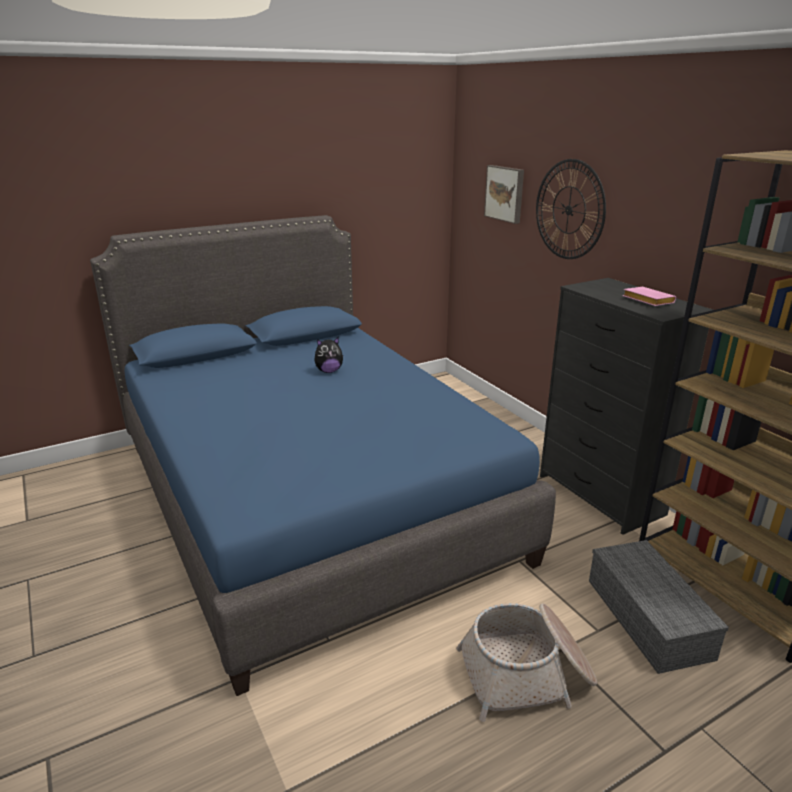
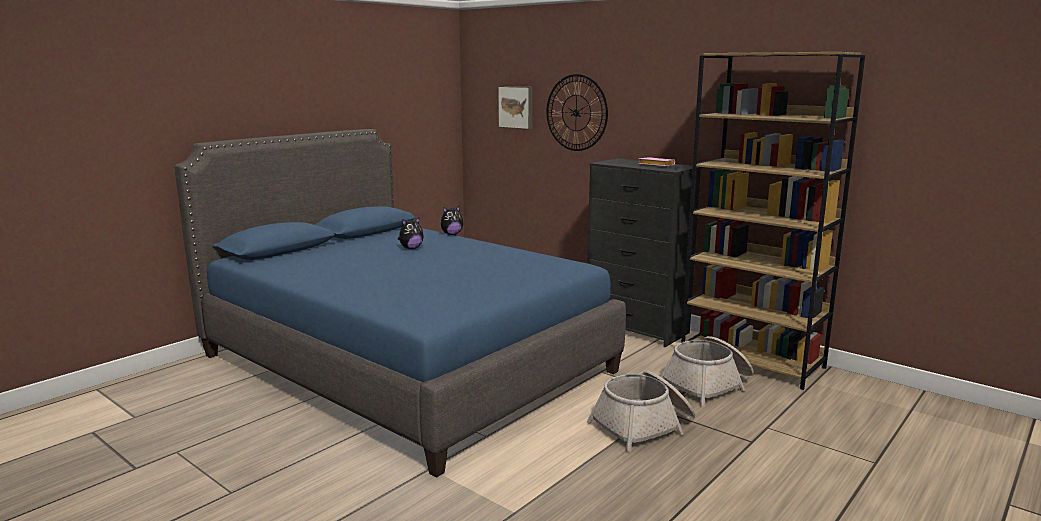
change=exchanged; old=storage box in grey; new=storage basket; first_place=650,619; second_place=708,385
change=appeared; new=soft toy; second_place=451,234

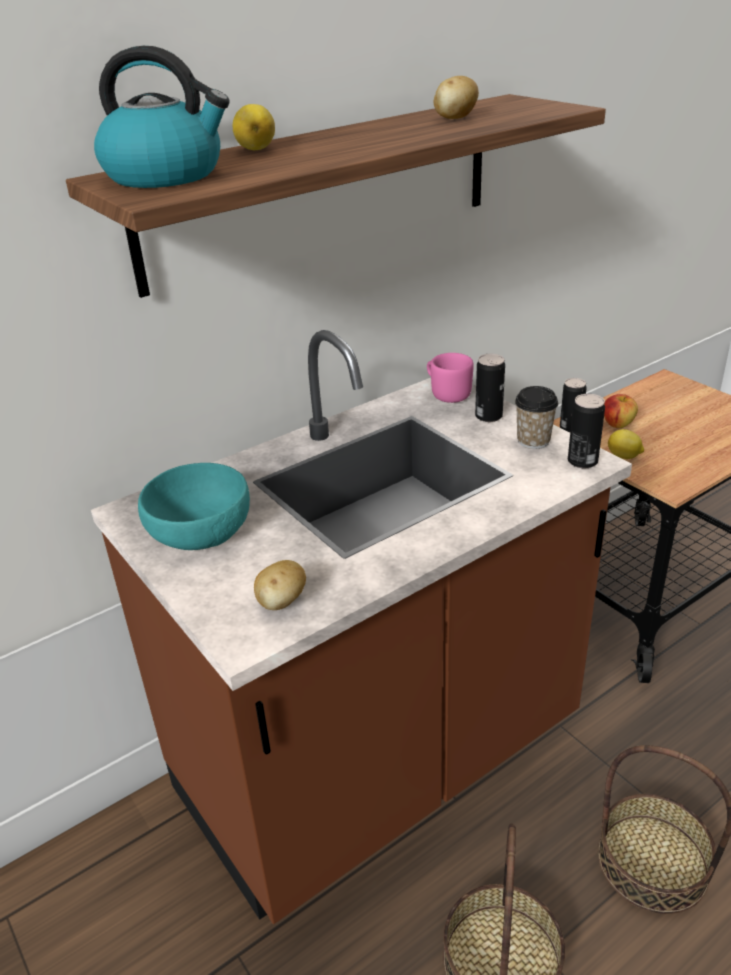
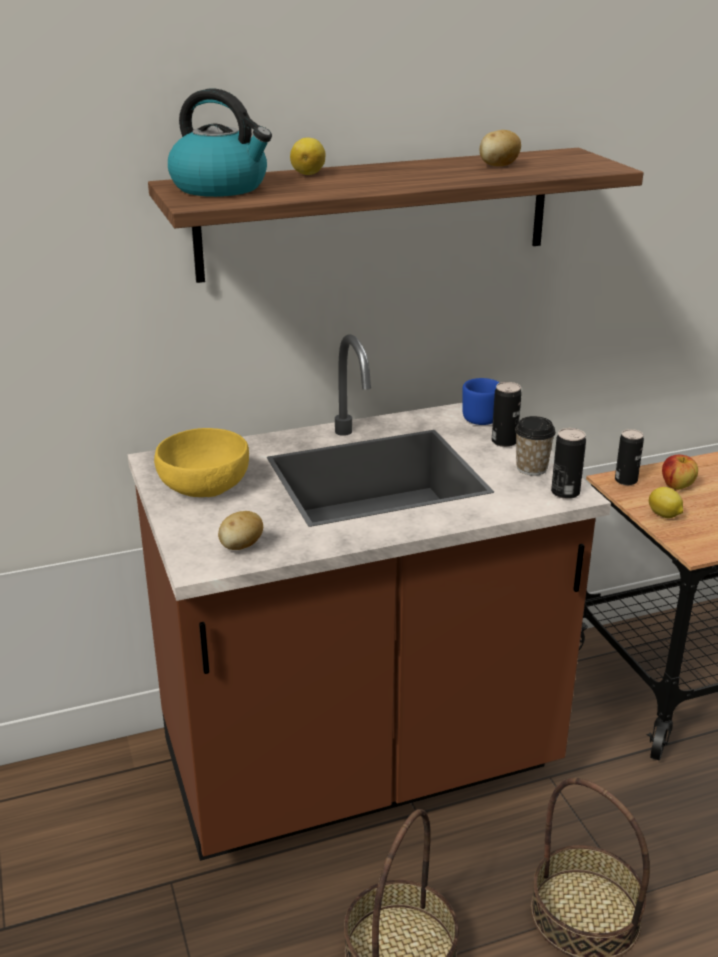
change=colour; old=deep dish in blue-green; new=deep dish in yellow; first_place=200,531; second_place=205,485
change=colour; old=mug in pink; new=mug in blue-coloured; first_place=447,394; second_place=478,417

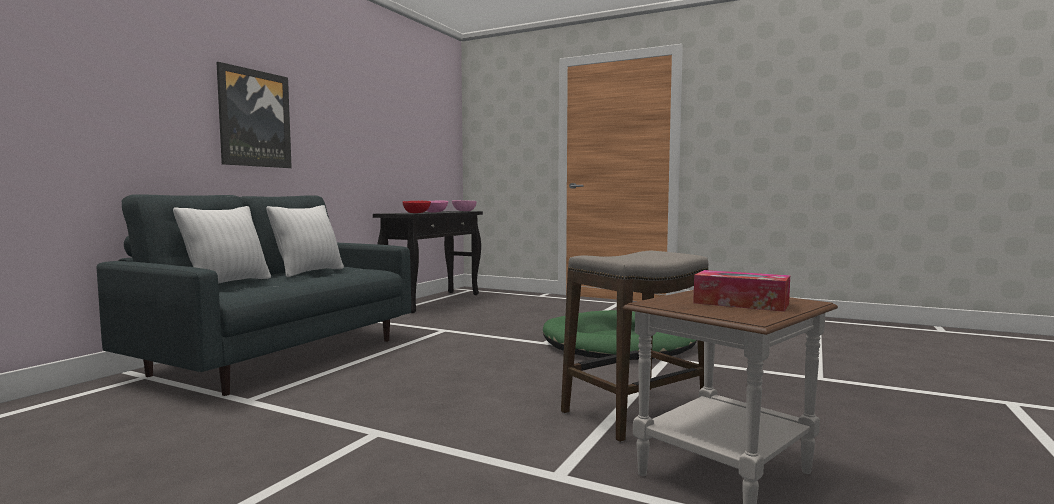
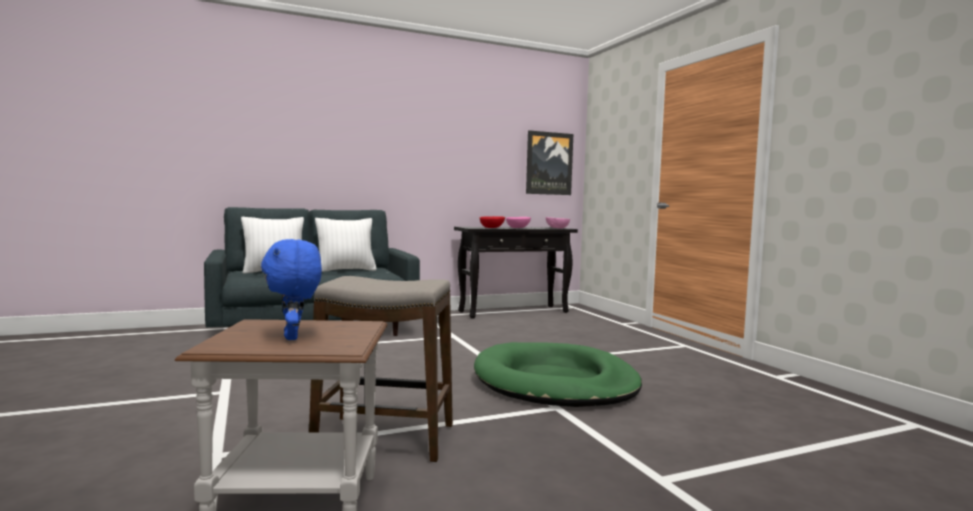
change=relocated; old=wall art; first_place=254,118; second_place=549,163
change=exchanged; old=box of tissues; new=soft toy in blue-coloured; first_place=741,303; second_place=293,337

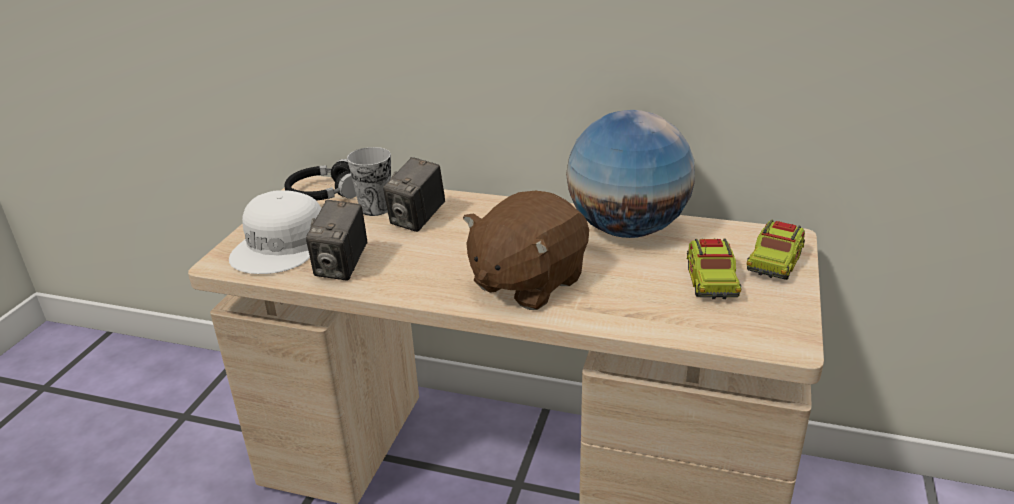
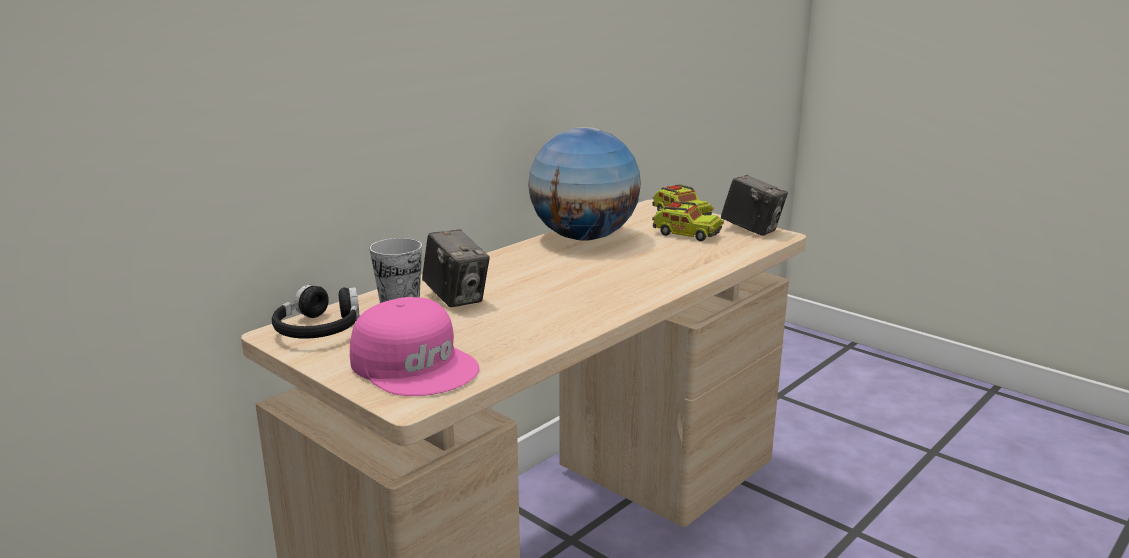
change=colour; old=cap in whitish; new=cap in pink; first_place=282,245; second_place=415,364
change=relocated; old=still camera; first_place=342,267; second_place=751,230
change=missing; old=soft toy in brown; first_place=527,282

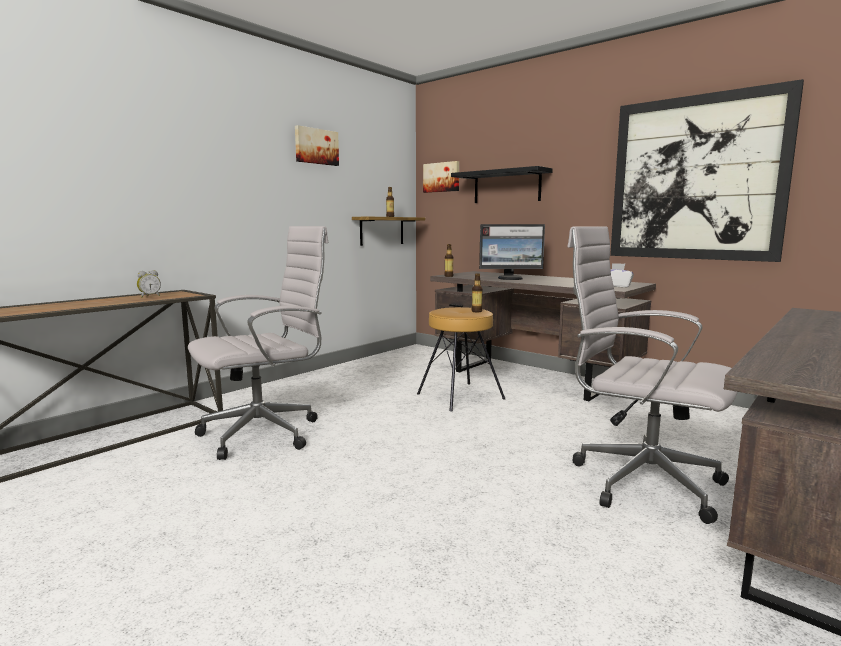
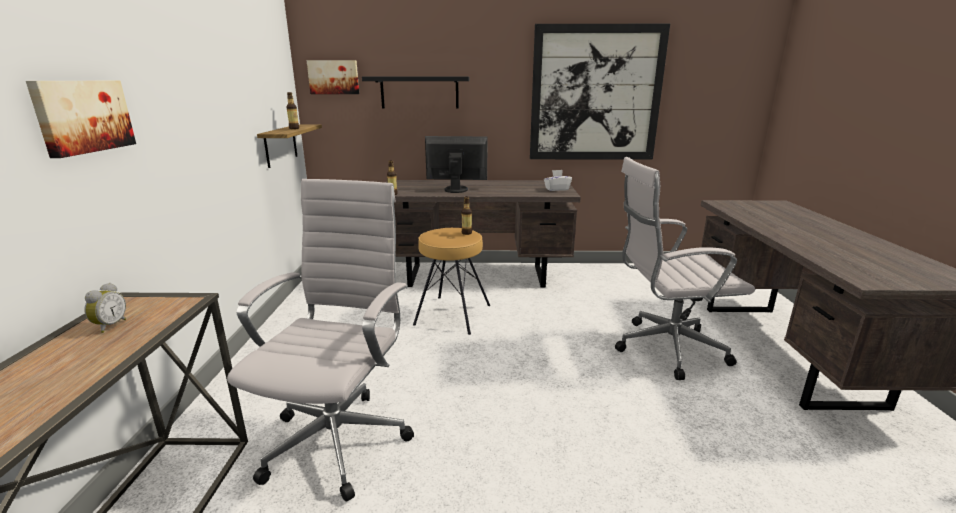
change=relocated; old=wall art; first_place=316,146; second_place=83,116
change=spun; old=computer screen; first_place=510,278; second_place=455,189; degrees=-135

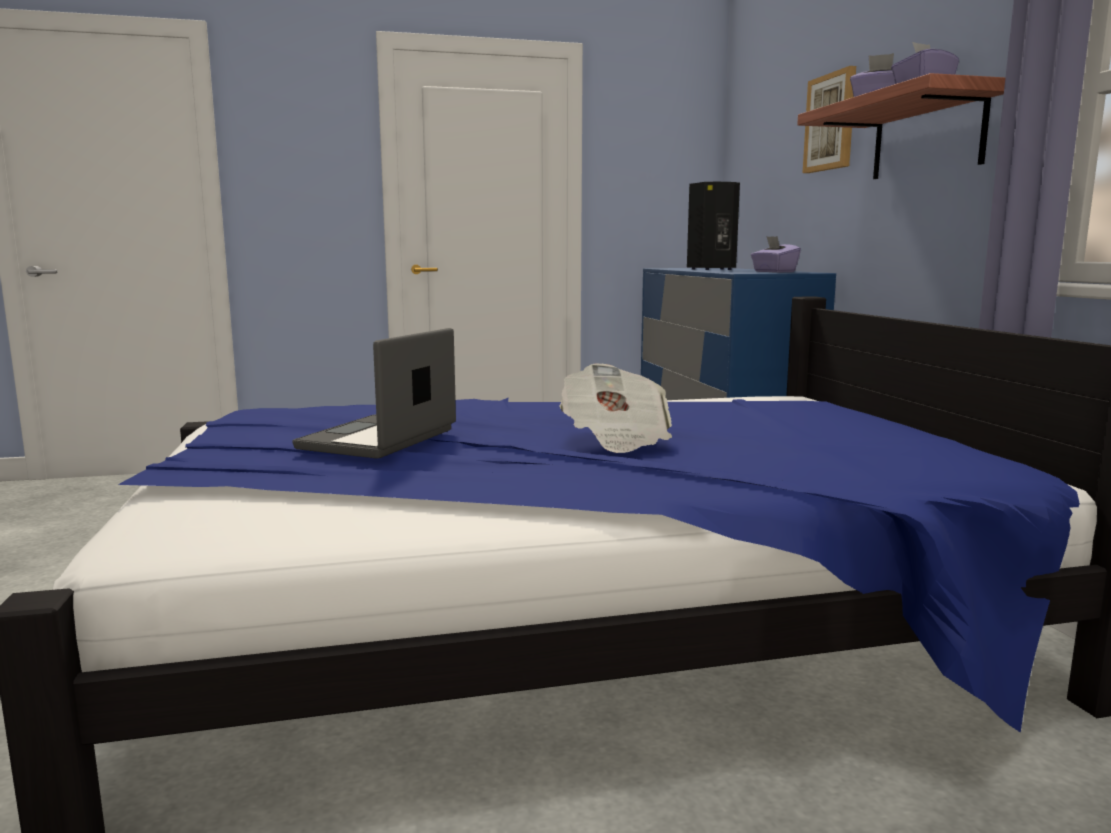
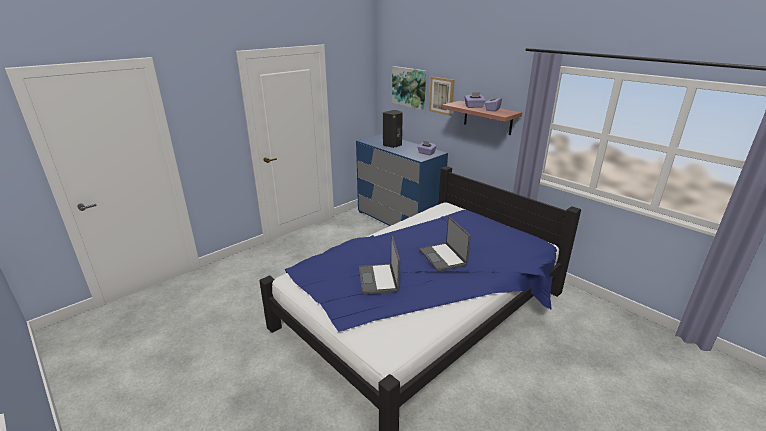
change=exchanged; old=daily paper; new=laptop; first_place=616,438; second_place=443,257
change=appeared; new=wall art; second_place=409,87

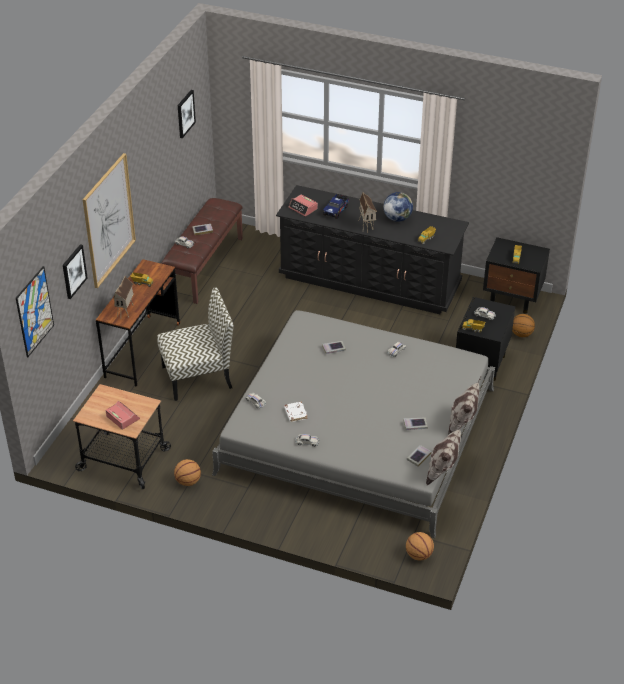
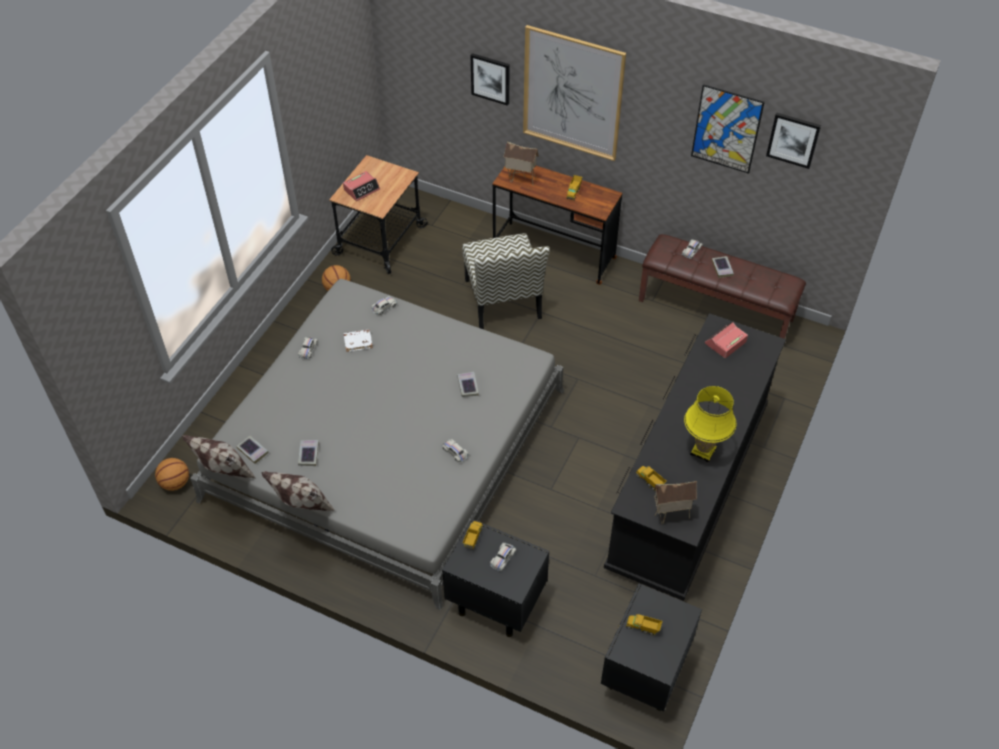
change=relocated; old=wall art; first_place=34,311; second_place=726,129
change=missing; old=toy lorry; first_place=336,210
change=relocated; old=miniature house; first_place=367,226; second_place=671,516
change=exchanged; old=world globe; new=lamp for a table in yellow; first_place=397,218; second_place=703,451
change=missing; old=basketball; first_place=521,334

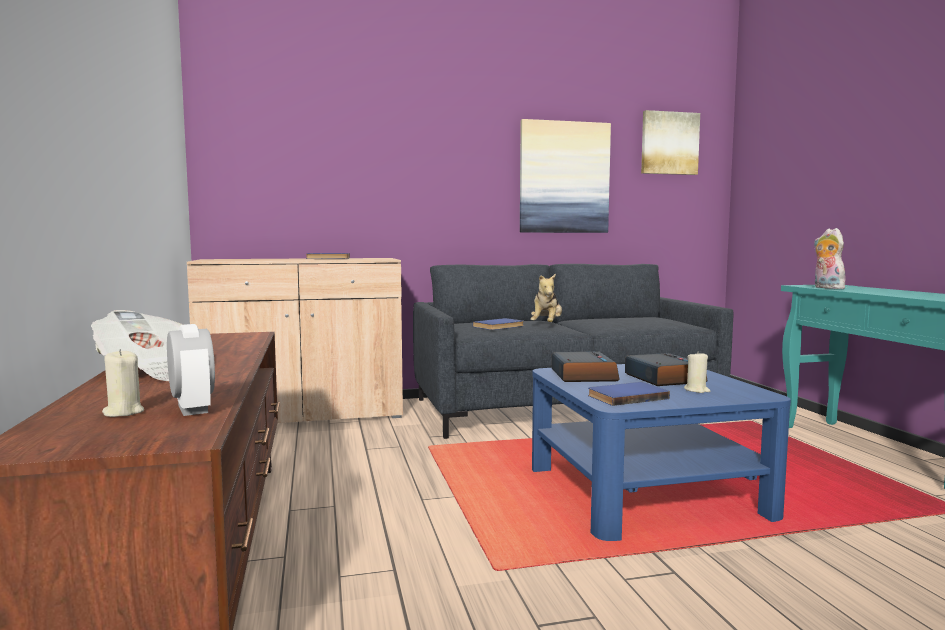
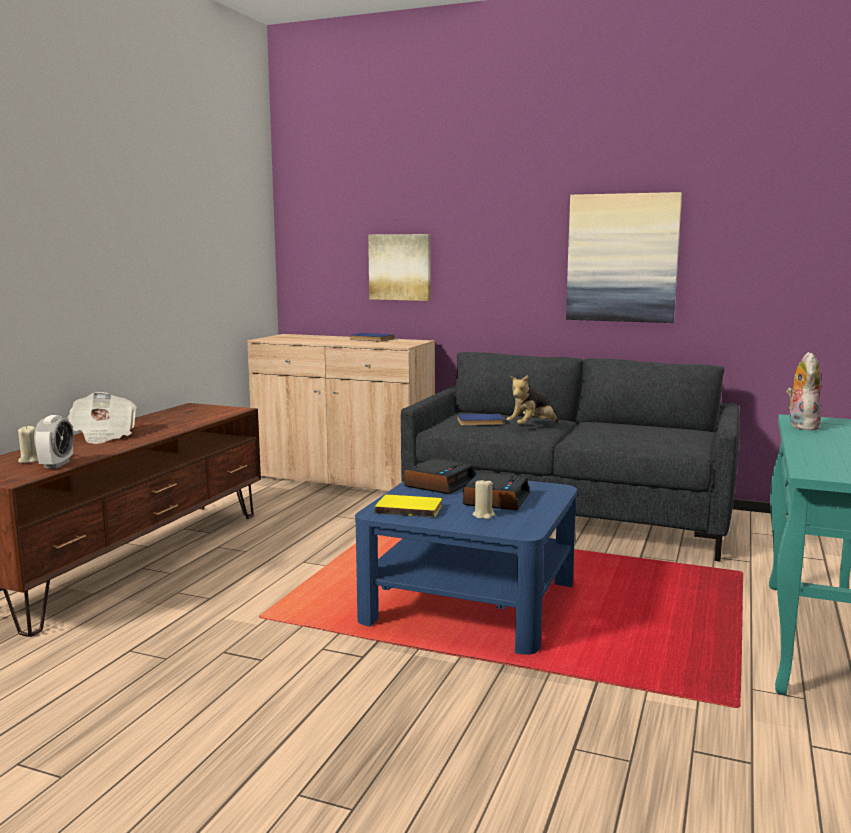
change=colour; old=book in blue-coloured; new=book in yellow; first_place=626,396; second_place=409,508
change=relocated; old=wall art; first_place=669,143; second_place=400,267

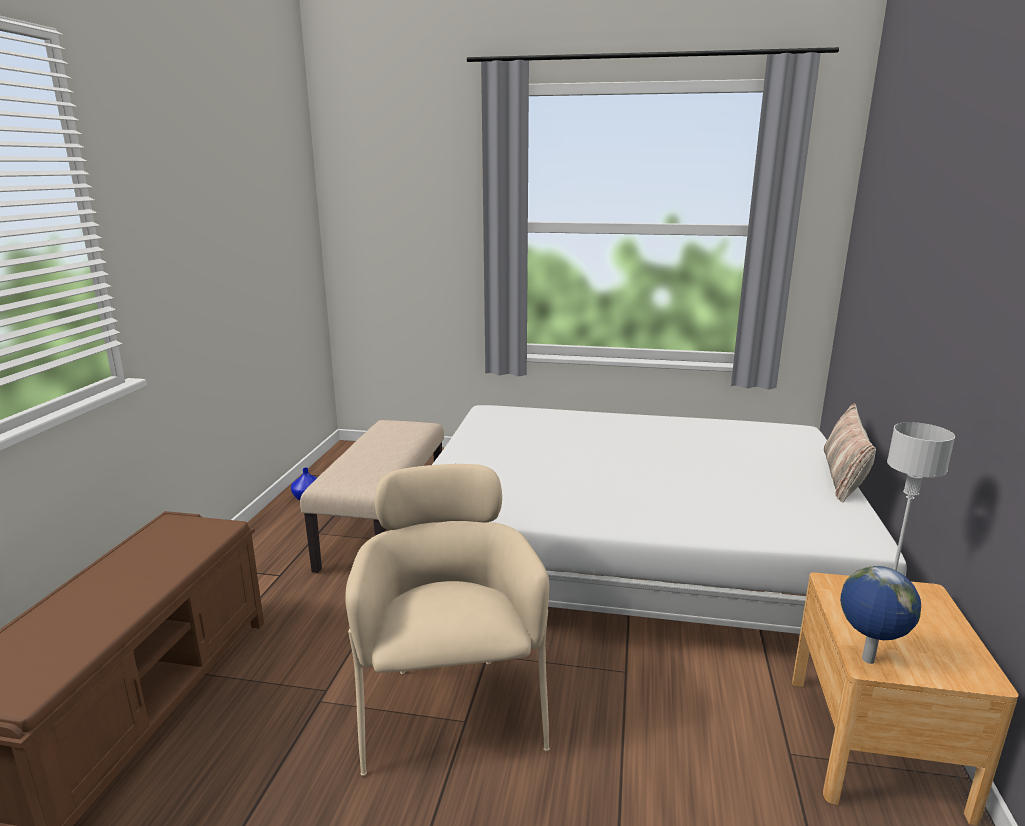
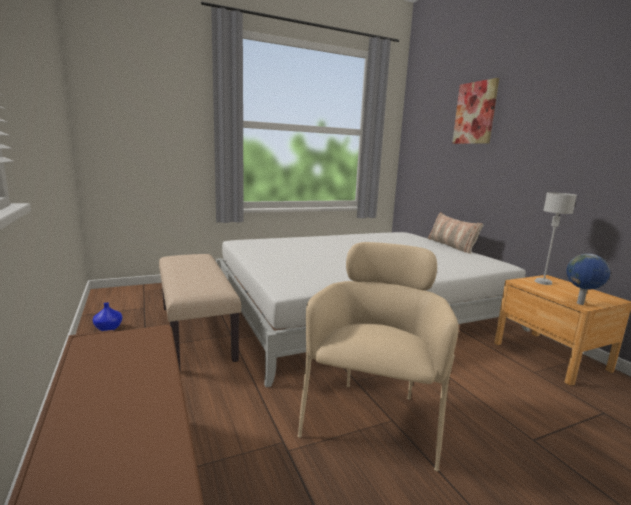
change=spun; old=armchair in beige; first_place=450,705; second_place=372,415; degrees=60
change=appeared; new=wall art; second_place=475,113

